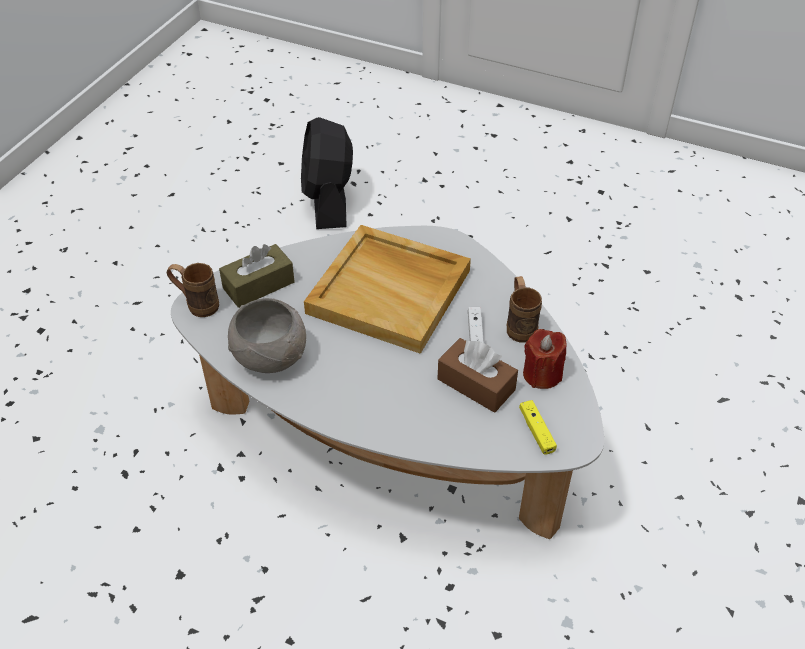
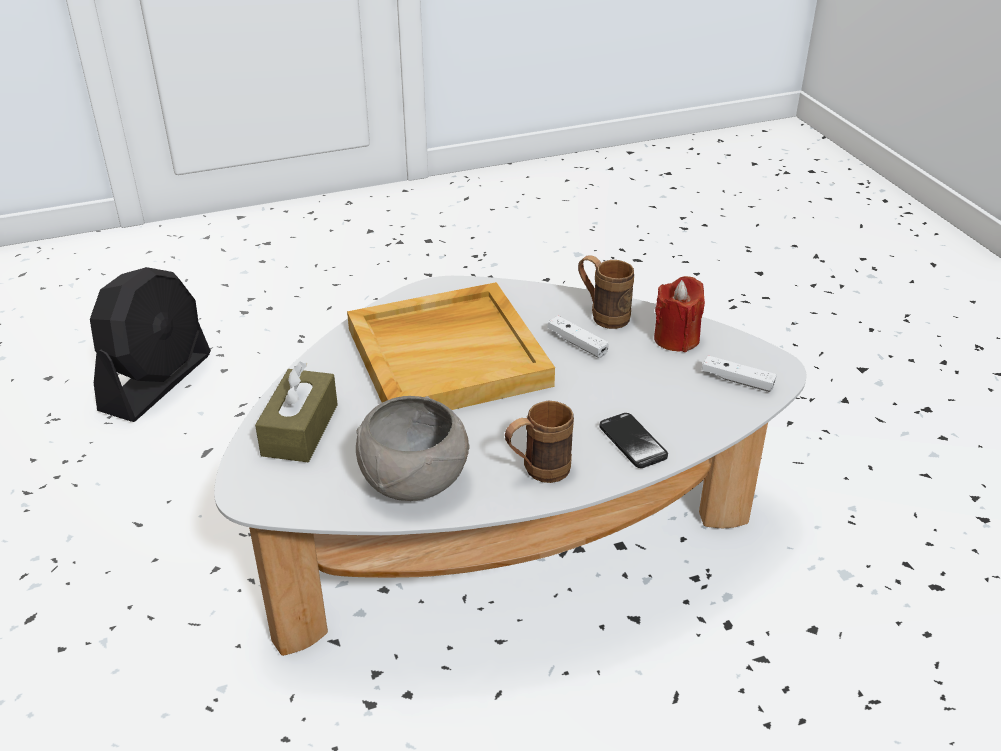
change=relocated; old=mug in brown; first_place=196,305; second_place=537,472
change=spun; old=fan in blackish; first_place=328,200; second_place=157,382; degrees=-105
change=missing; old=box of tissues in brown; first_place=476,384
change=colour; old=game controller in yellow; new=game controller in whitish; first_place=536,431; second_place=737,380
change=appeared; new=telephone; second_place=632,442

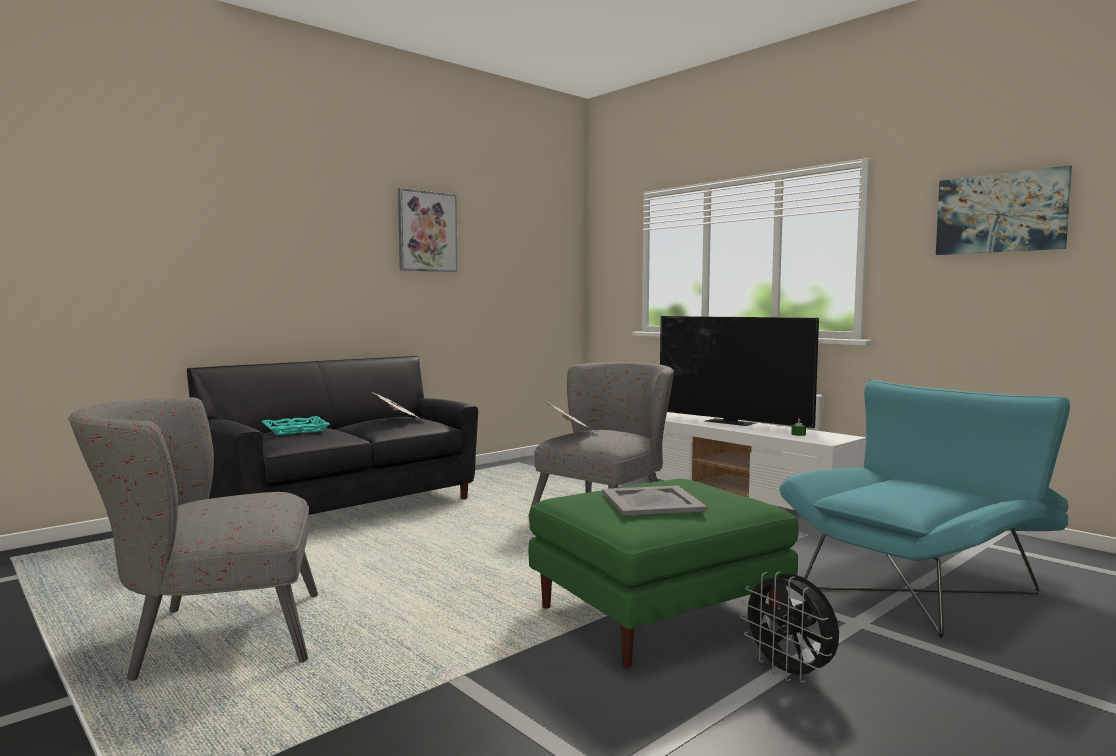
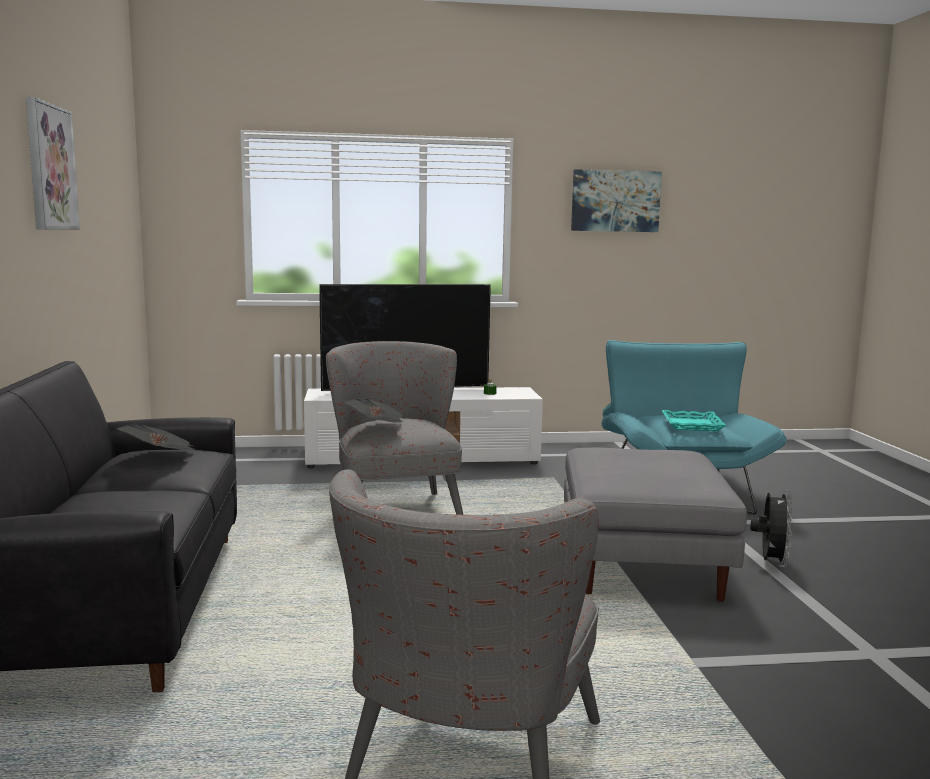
change=relocated; old=serving tray in blue-green; first_place=295,430; second_place=691,425
change=colour; old=ottoman in green; new=ottoman in grey; first_place=659,612; second_place=640,562
change=missing; old=serving tray in grey; first_place=651,501
change=spun; old=fan in blackish; first_place=790,673; second_place=770,563; degrees=-75

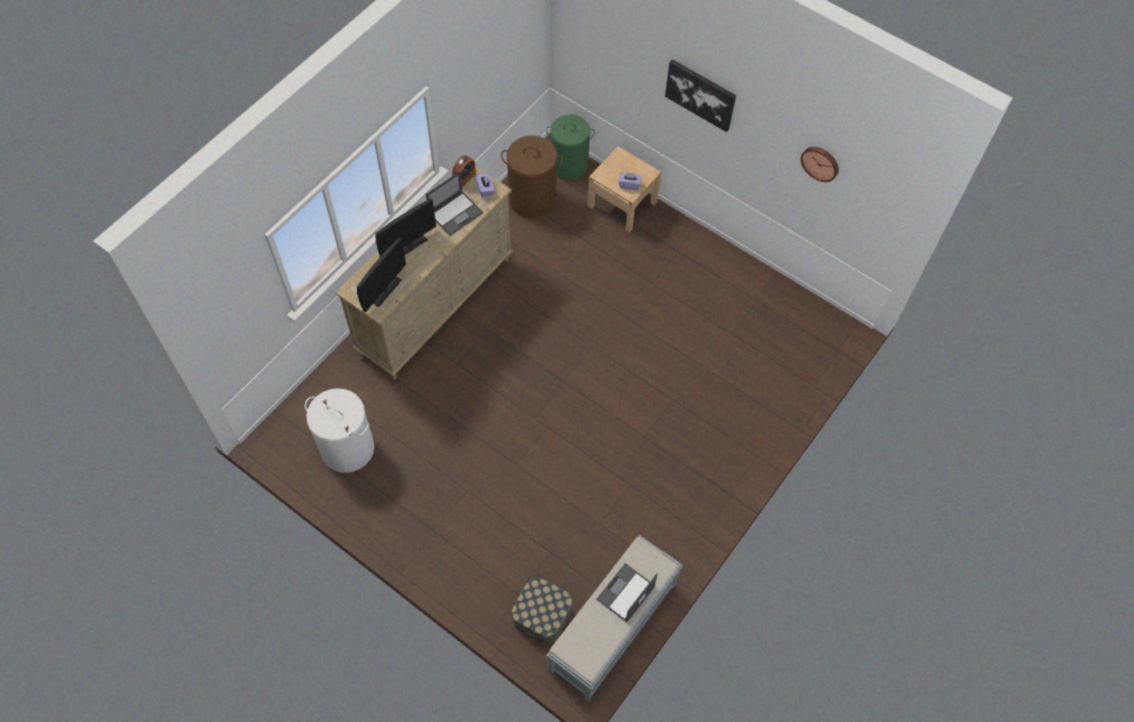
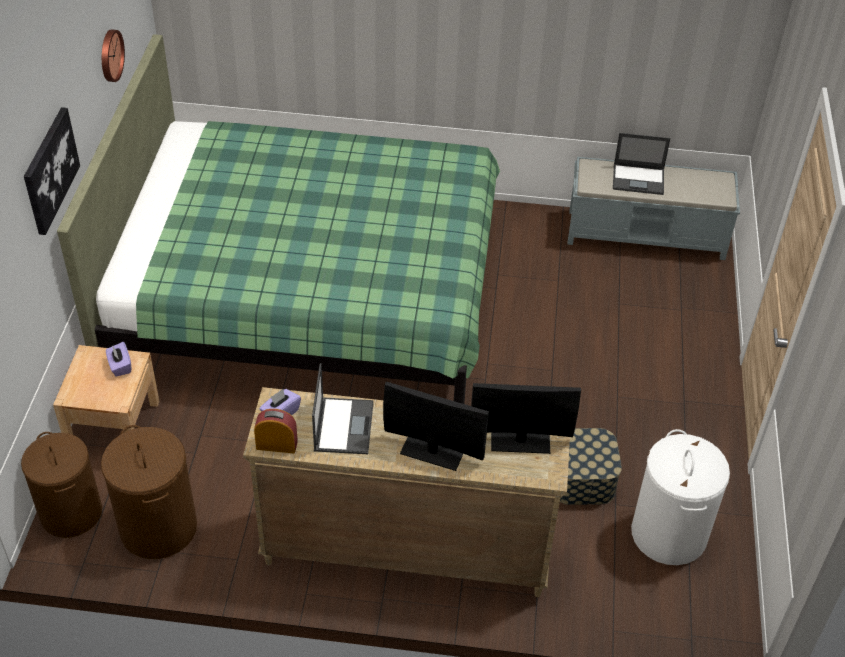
change=spun; old=laptop; first_place=456,213; second_place=343,425; degrees=75
change=relocated; old=storage box; first_place=542,616; second_place=582,479
change=colour; old=hamper in green; new=hamper in brown; first_place=569,165; second_place=71,512
change=appeared; new=sleeping bed in green; second_place=308,295

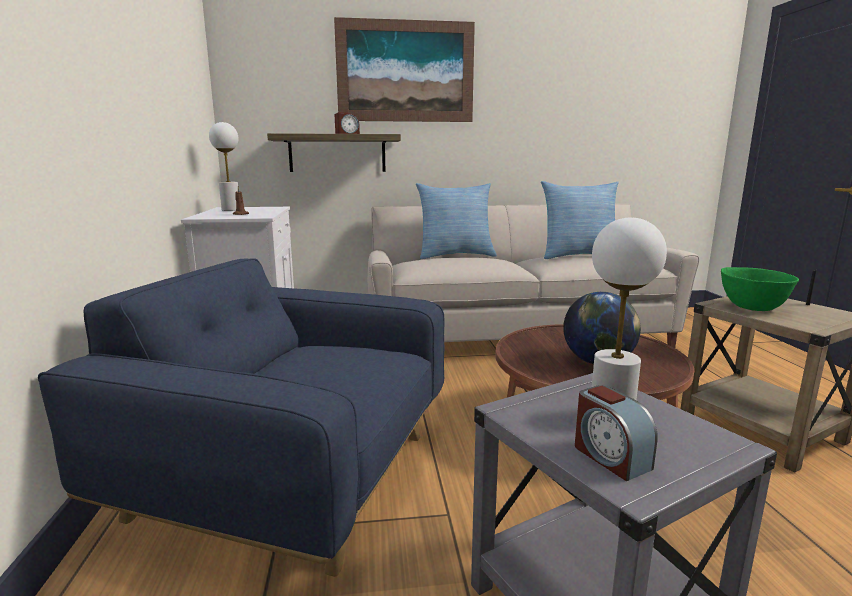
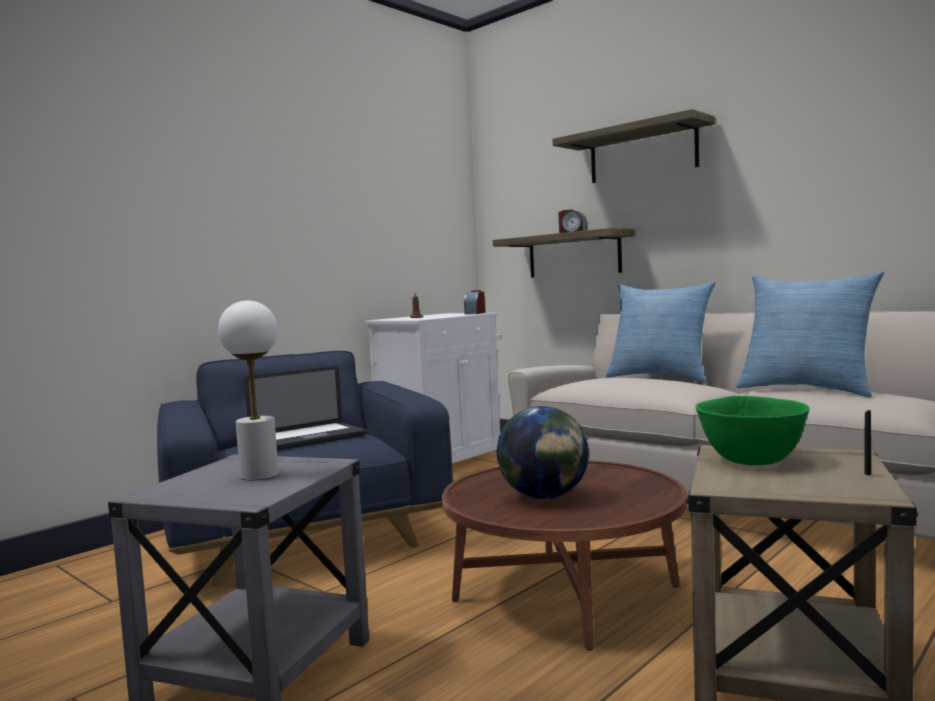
change=missing; old=lamp for a table in whitish; first_place=230,209
change=exchanged; old=wall art; new=bracket shelf; first_place=405,72; second_place=642,153
change=relocated; old=bedside clock; first_place=610,457; second_place=475,313
change=appeared; new=laptop; second_place=308,438

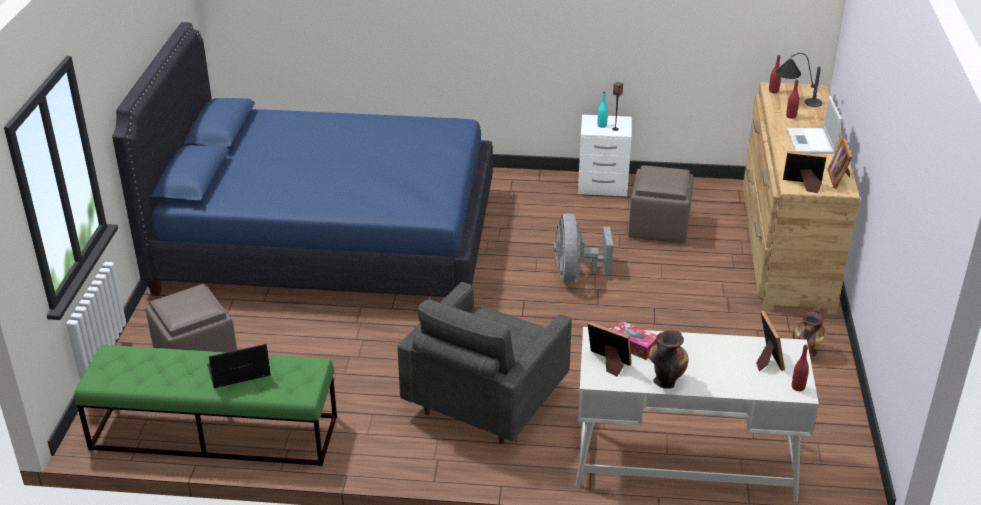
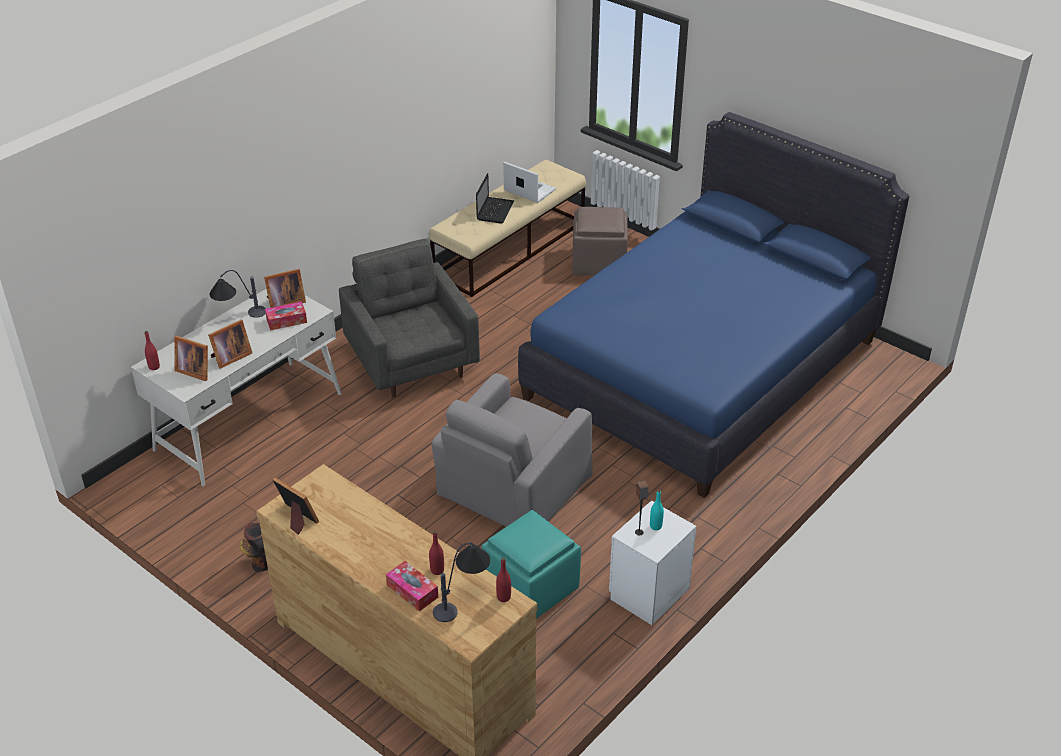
change=colour; old=long seat in green; new=long seat in beige; first_place=213,433; second_place=510,248
change=exchanged; old=fan in grey; new=armchair in grey; first_place=575,274; second_place=513,486
change=colour; old=ottoman in brown; new=ottoman in blue-green; first_place=659,228; second_place=530,587
change=exchanged; old=flower vase; new=lamp for a table; first_place=665,380; second_place=238,317
change=relocated; old=standing frame; first_place=803,185; second_place=230,357
change=relocated; old=laptop; first_place=811,142; second_place=528,190
change=appeared; new=box of tissues; second_place=412,591

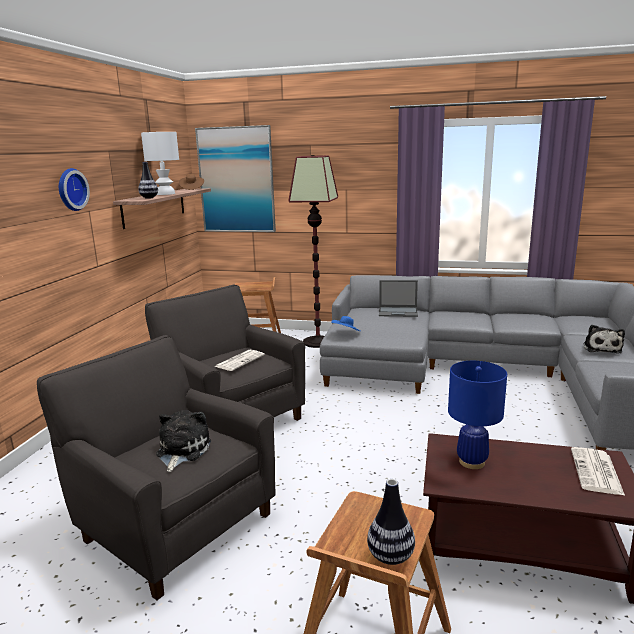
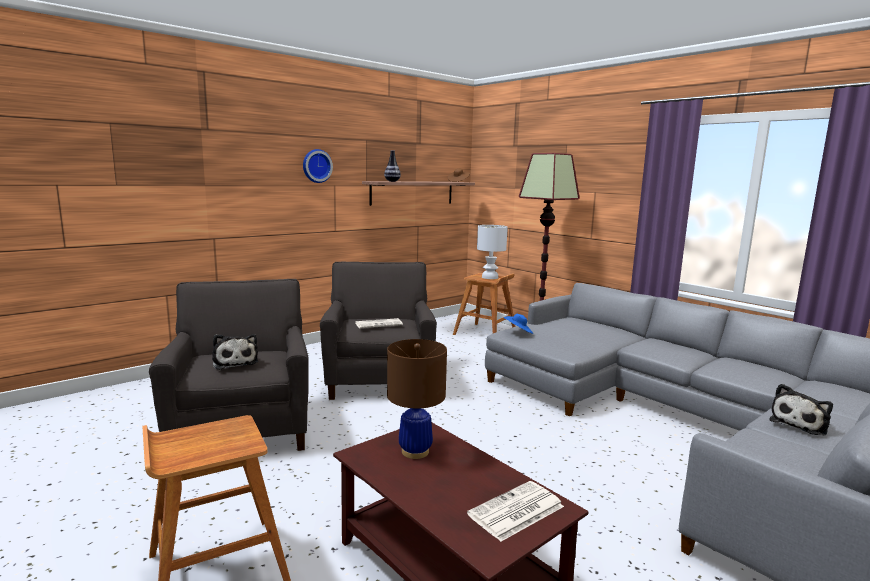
change=relocated; old=lamp for a table in whitish; first_place=166,194; second_place=490,277
change=spun; old=soft toy; first_place=181,451; second_place=235,362; degrees=105
change=missing; old=wall art; first_place=236,180
change=missing; old=flower vase; first_place=390,556
change=missing; old=laptop; first_place=398,312
change=colour; old=lamp for a table in blue-coloured; new=lamp for a table in brown; first_place=471,462; second_place=415,451

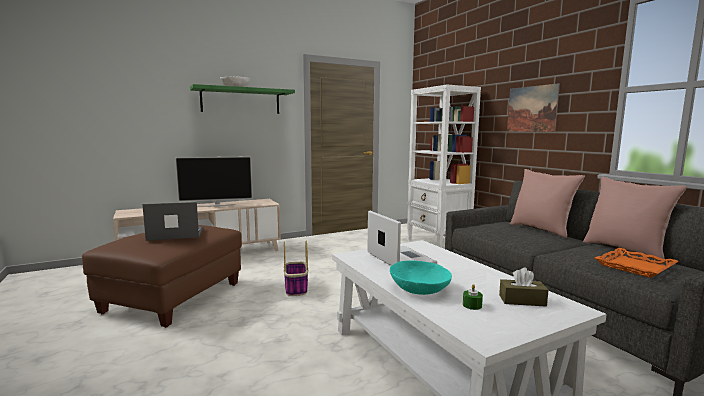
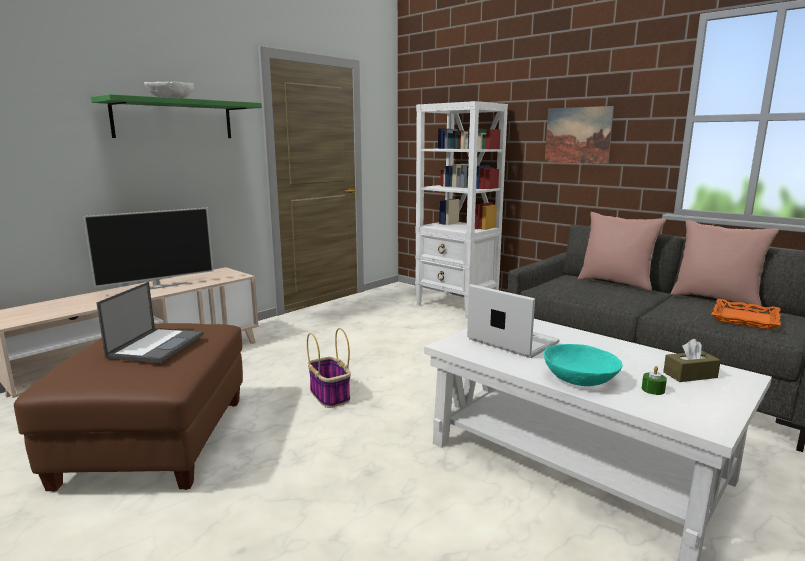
change=spun; old=laptop; first_place=175,234; second_place=157,345; degrees=135

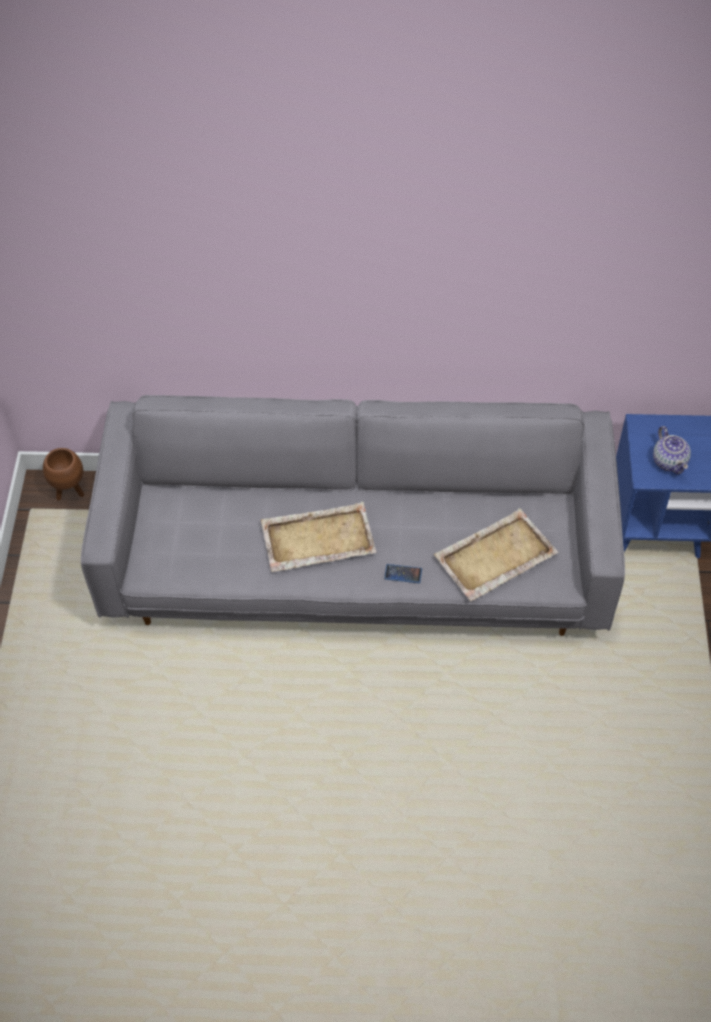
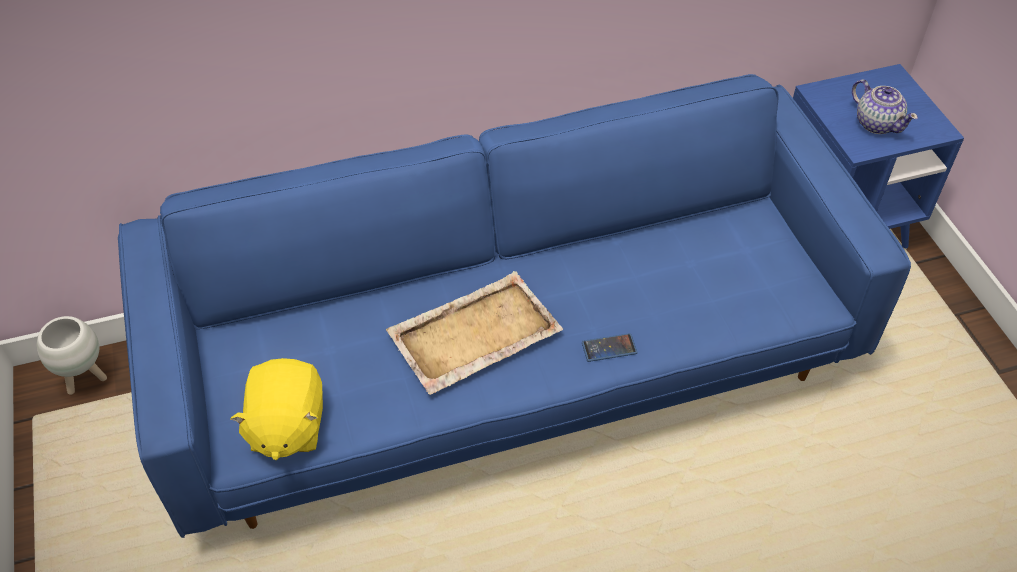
change=colour; old=flower pot in brown; new=flower pot in whitish; first_place=70,491; second_place=85,378
change=colour; old=couch in grey; new=couch in blue-coloured; first_place=357,562; second_place=509,363
change=missing; old=serving tray in beige; first_place=494,557
change=appeared; new=soft toy in yellow; second_place=286,427

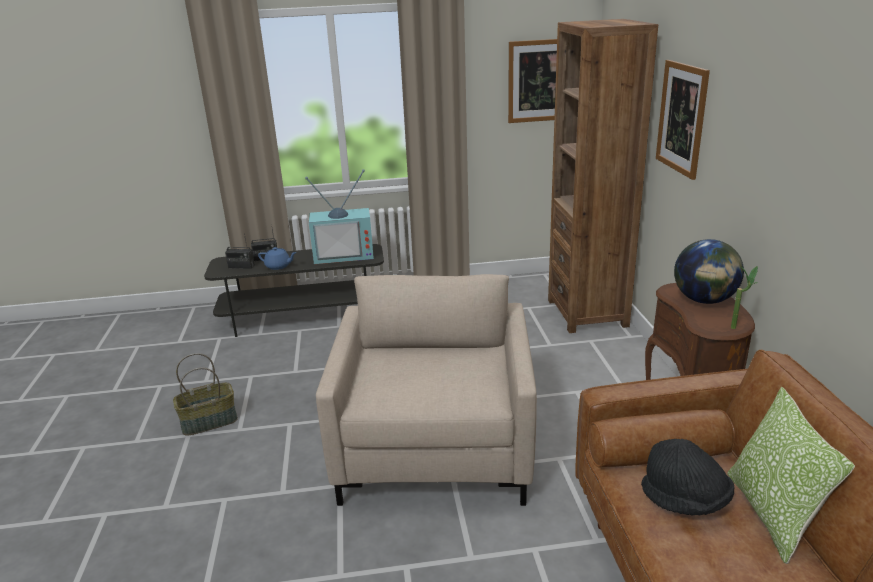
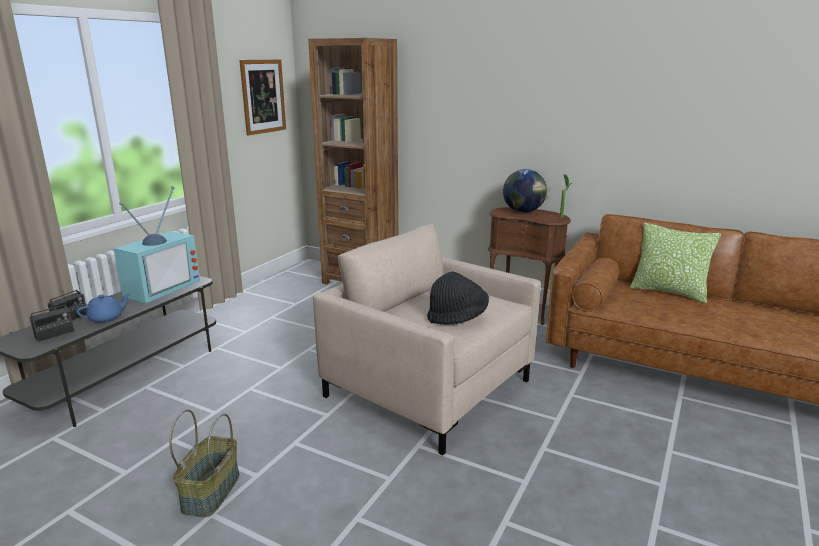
change=relocated; old=hat in blackish; first_place=685,500; second_place=457,317
change=missing; old=wall art; first_place=682,118

